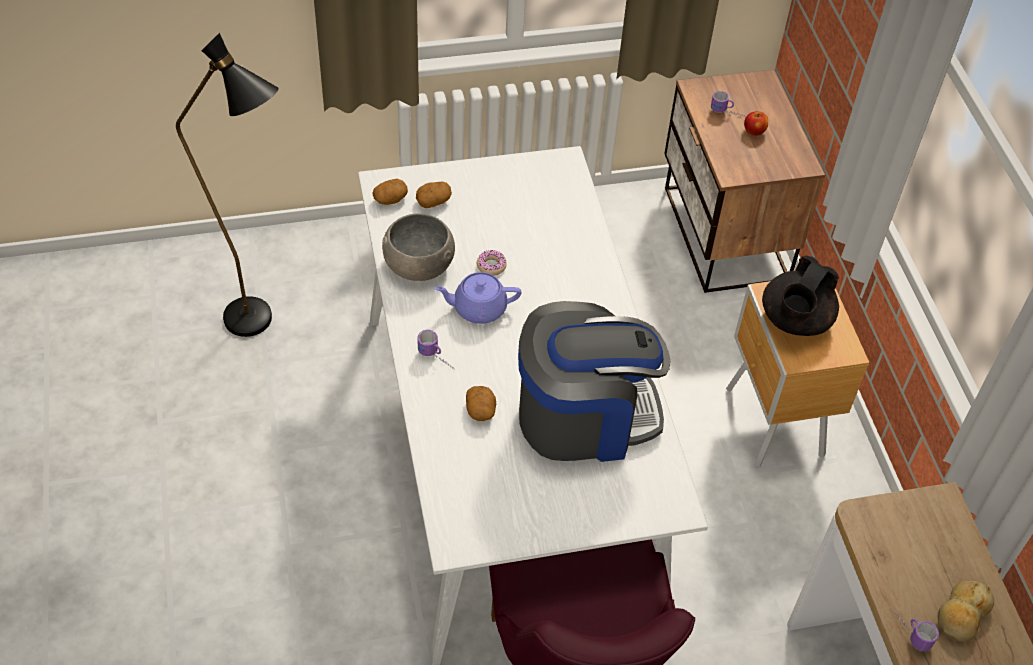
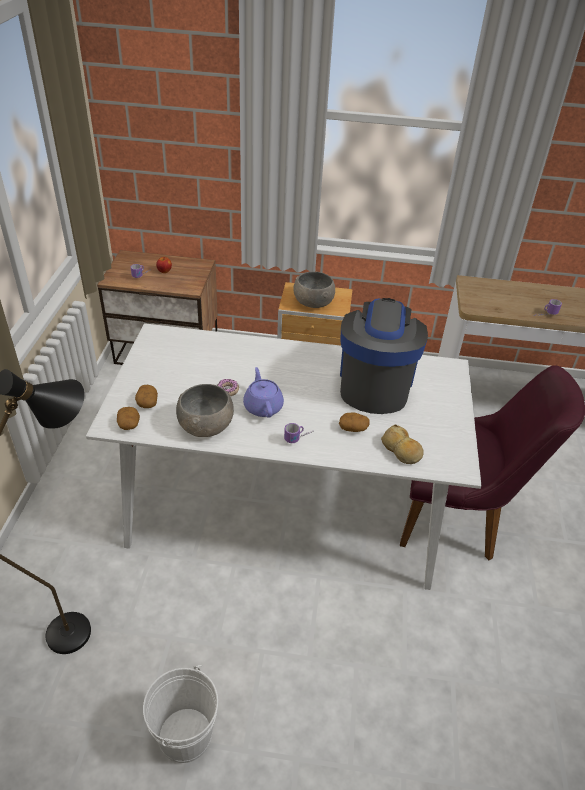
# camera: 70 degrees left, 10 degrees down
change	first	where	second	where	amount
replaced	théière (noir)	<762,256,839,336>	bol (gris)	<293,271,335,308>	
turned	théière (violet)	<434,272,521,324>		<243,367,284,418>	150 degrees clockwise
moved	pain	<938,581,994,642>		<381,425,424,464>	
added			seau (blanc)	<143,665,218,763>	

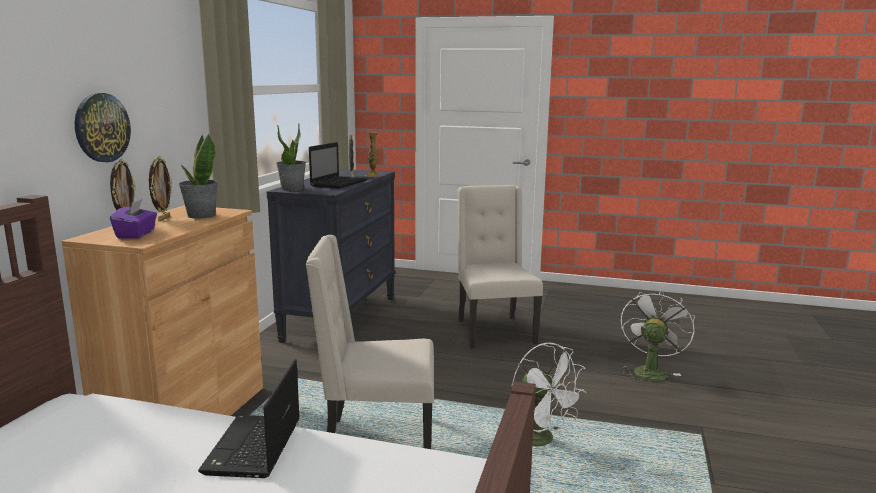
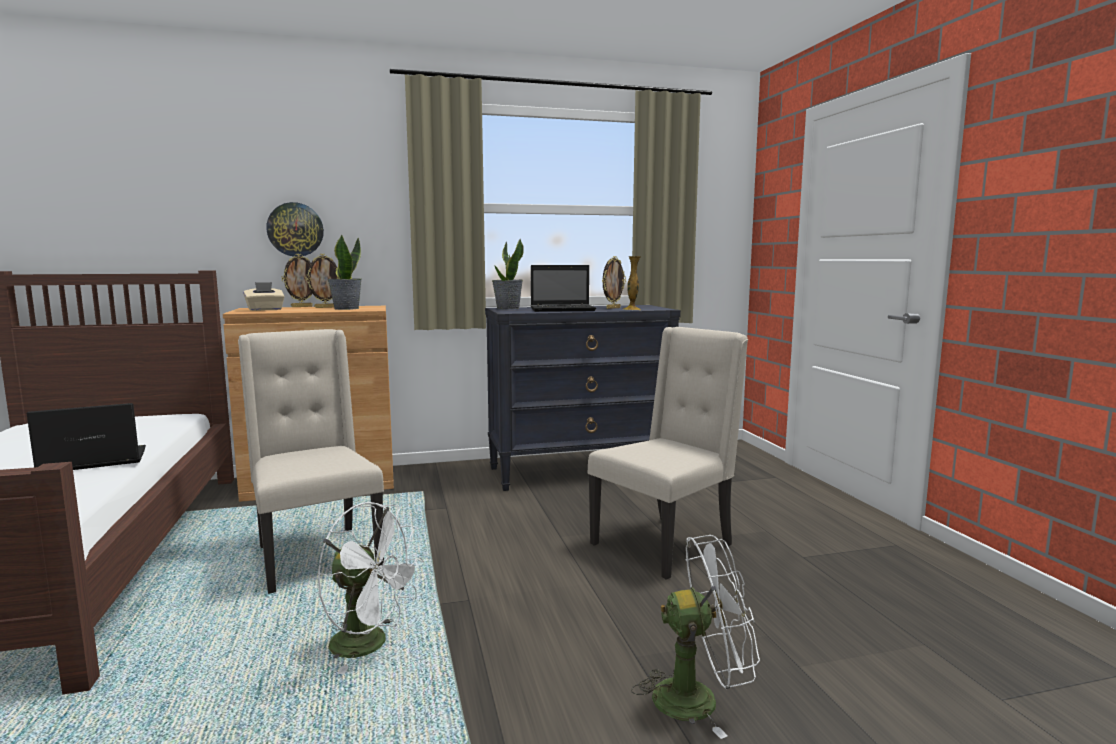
# camera: 60 degrees right, 5 degrees down
change	first	where	second	where	amount
recoloured	boîte à mouchoirs (violet)	<110,199,157,239>	boîte à mouchoirs (beige)	<243,282,285,311>	
turned	ventilateur (blanc)	<512,343,586,447>		<317,502,424,674>	90 degrees counterclockwise

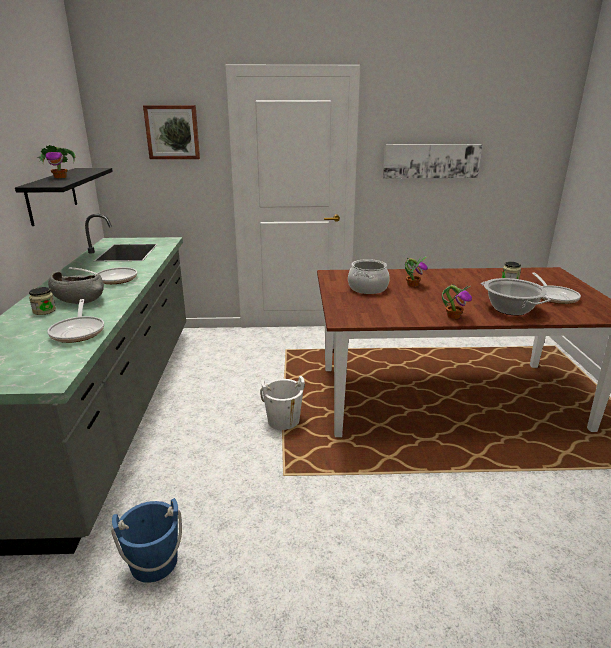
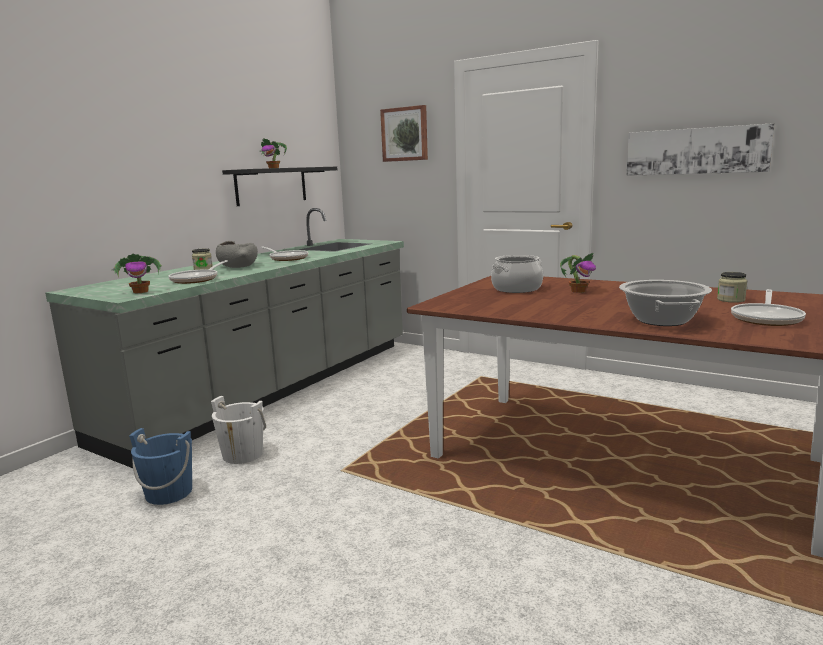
# camera: 35 degrees right, 10 degrees down
change	first	where	second	where	amount
moved	plante en pot	<442,284,472,319>		<111,254,162,293>	
moved	seau (blanc)	<260,376,305,430>		<211,396,266,464>	

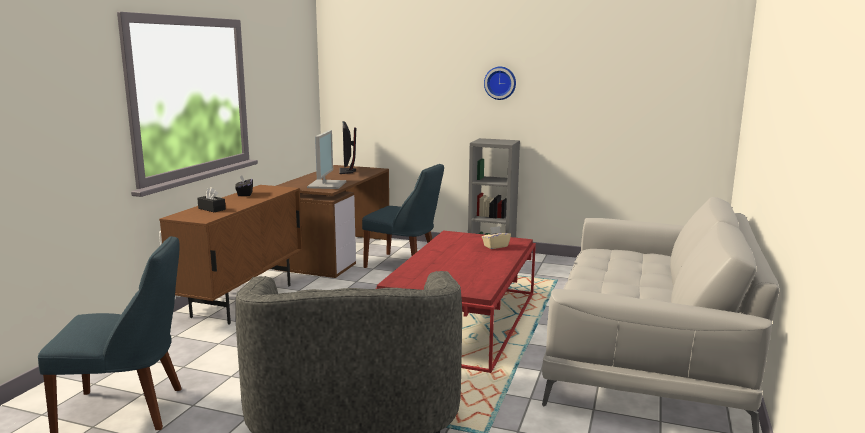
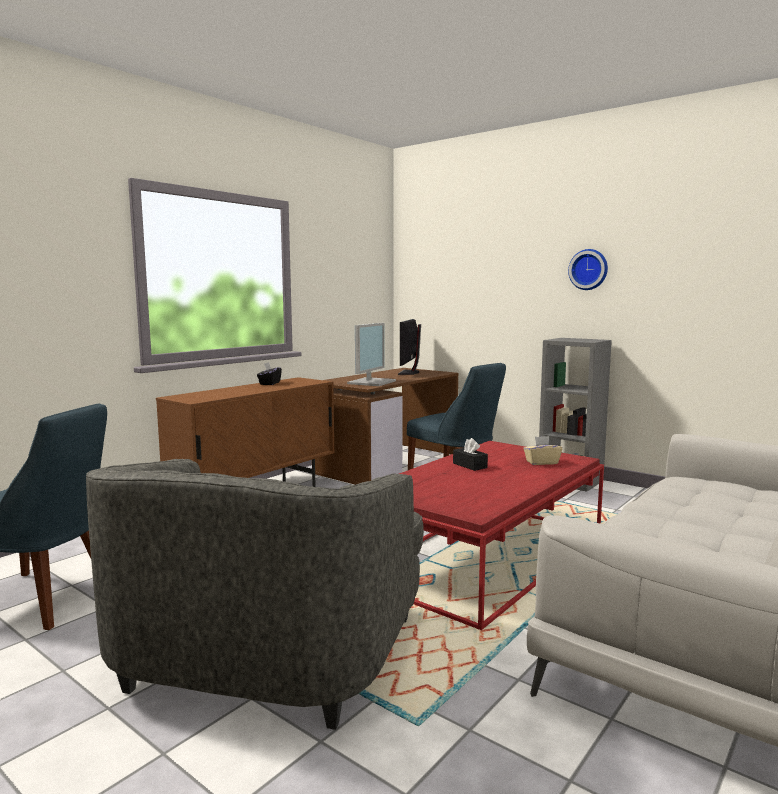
# camera: 20 degrees right, 5 degrees down
change	first	where	second	where	amount
moved	boîte à mouchoirs (noir)	<197,187,226,212>		<453,438,488,471>	

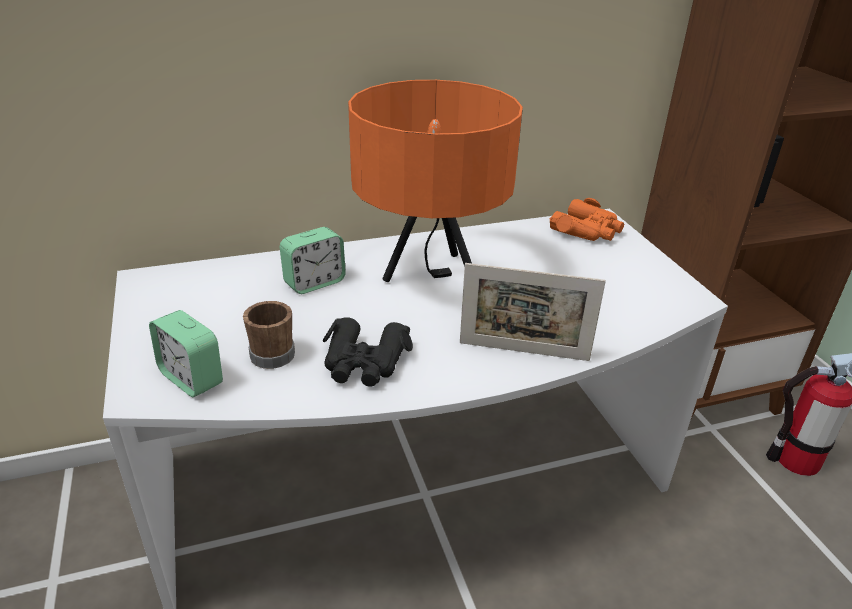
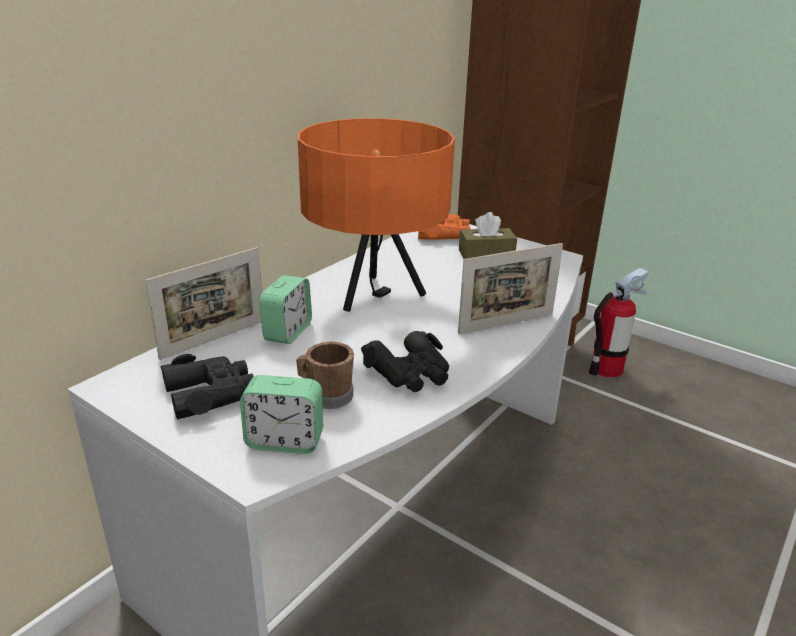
# camera: 35 degrees left, 5 degrees down
change	first	where	second	where	amount
added			boîte à mouchoirs (marron)	<459,212,517,259>	
added			cadre photo	<145,247,262,360>	
added			jumelles (noir)	<160,354,254,420>	

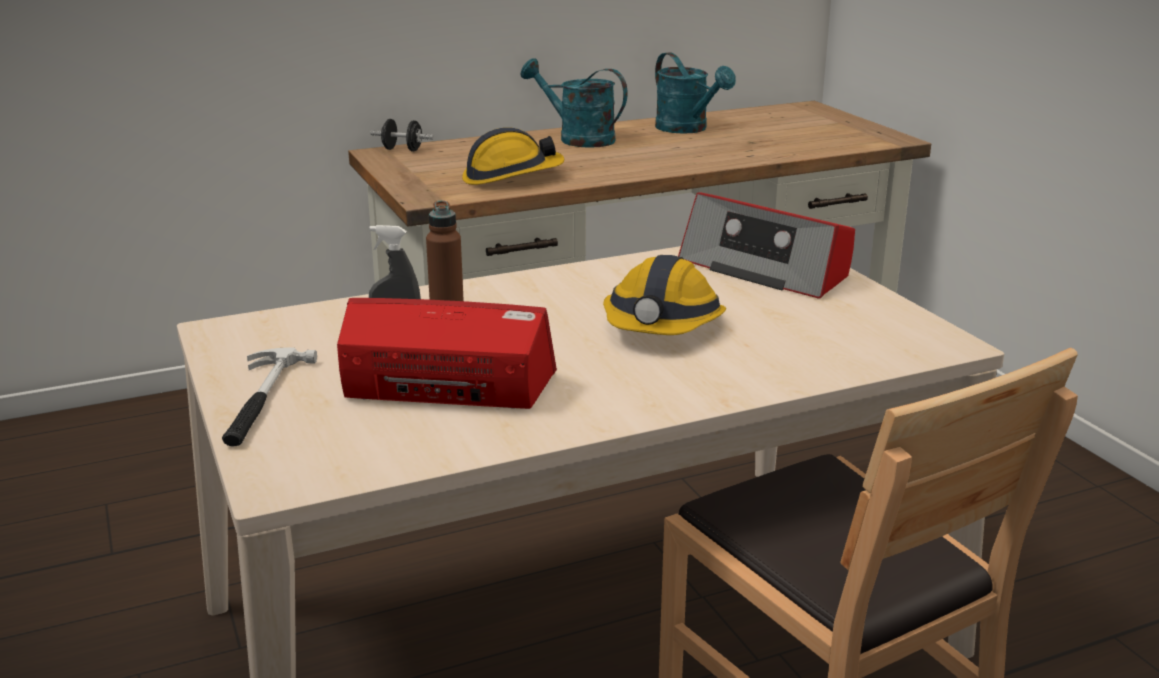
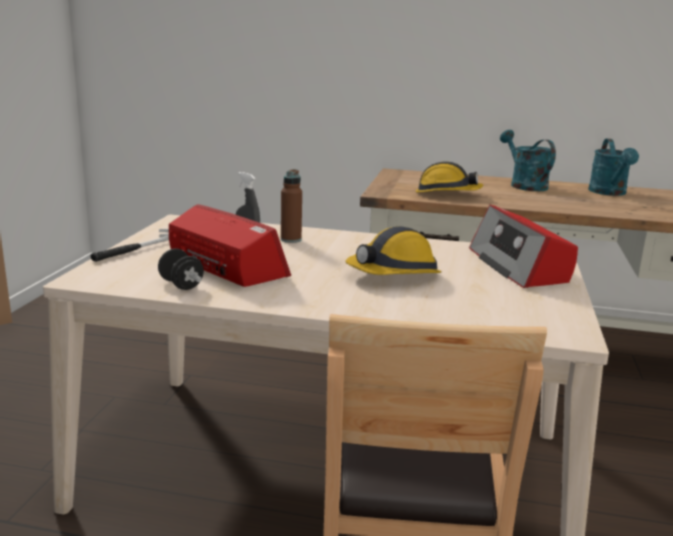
# camera: 35 degrees right, 5 degrees down
change	first	where	second	where	amount
moved	haltère (noir)	<370,119,434,152>		<158,248,204,290>	

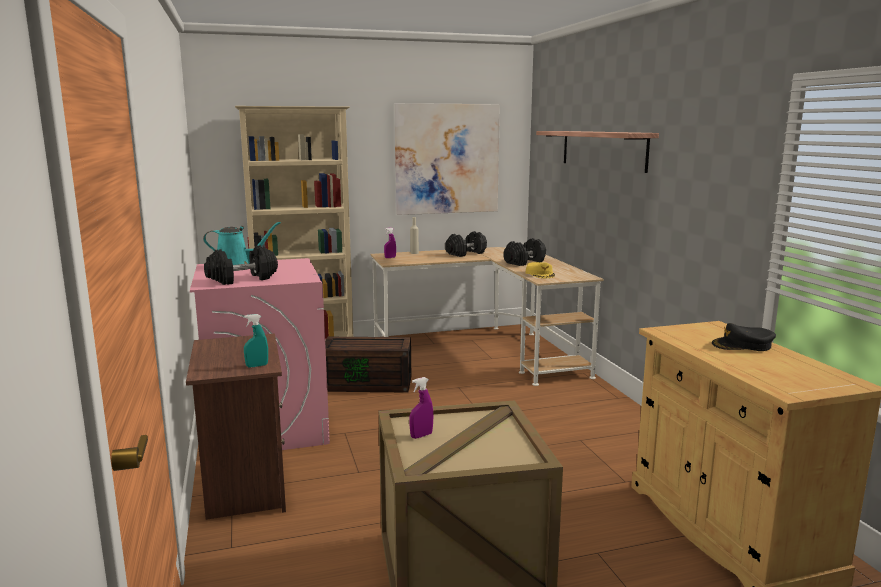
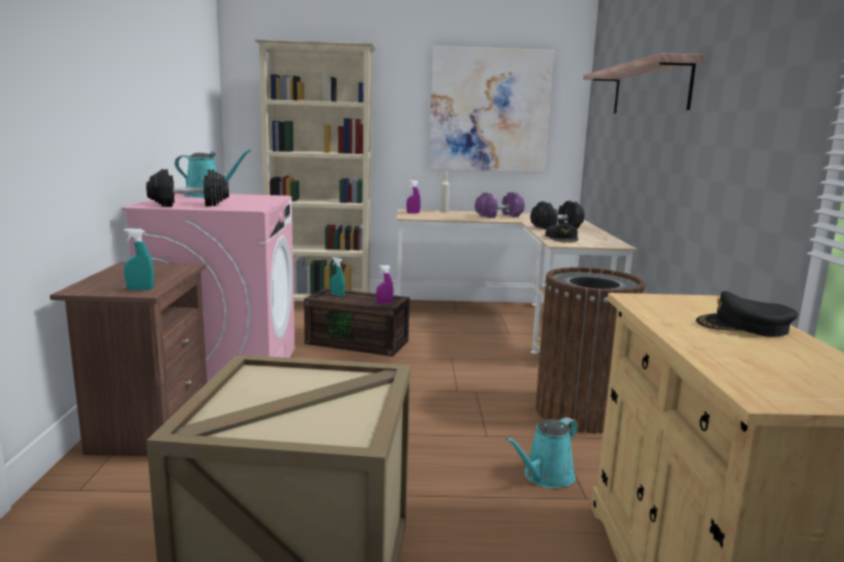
# camera: 15 degrees right, 0 degrees up
change	first	where	second	where	amount
recoloured	haltère (noir)	<445,231,487,257>	haltère (violet)	<475,192,525,218>	
recoloured	casquette (jaune)	<526,262,555,278>	casquette (noir)	<545,224,578,243>	
moved	vaporisateur (violet)	<409,377,433,439>		<376,265,393,304>	
added			vaporisateur (turquoise)	<330,257,345,296>	
added			poubelle (marron)	<536,267,646,434>	
added			arrosoir (turquoise)	<505,417,578,488>	

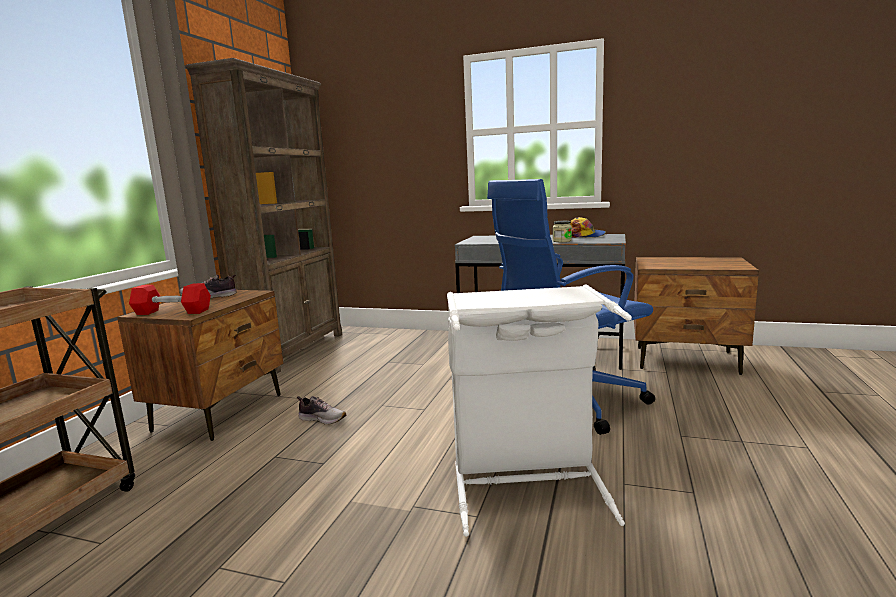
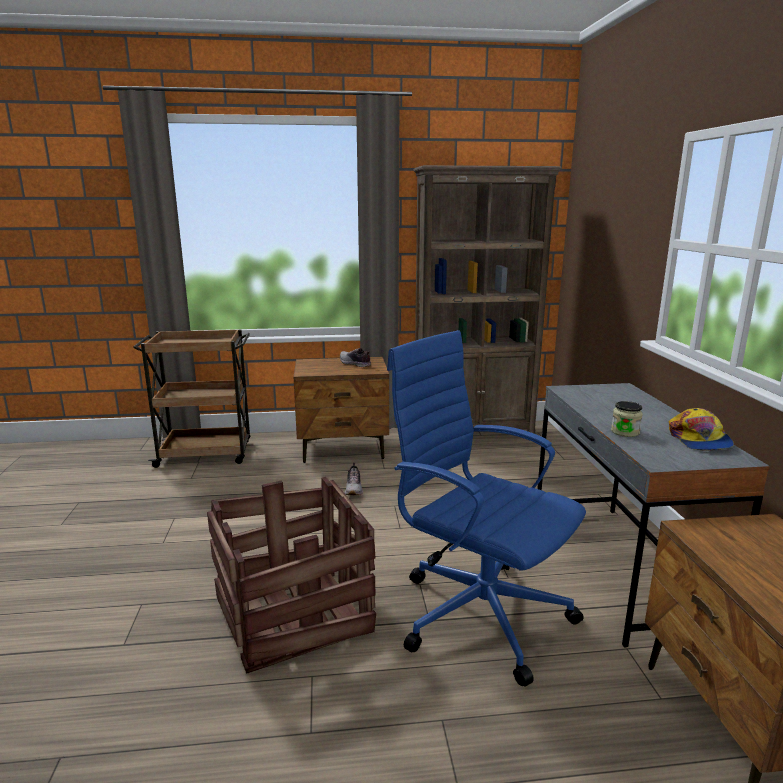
# camera: 65 degrees right, 5 degrees up
change	first	where	second	where	amount
removed	haltère (rouge)	<129,283,211,315>			
replaced	panier à linge (blanc)	<447,284,632,537>	caisse	<207,477,376,674>	

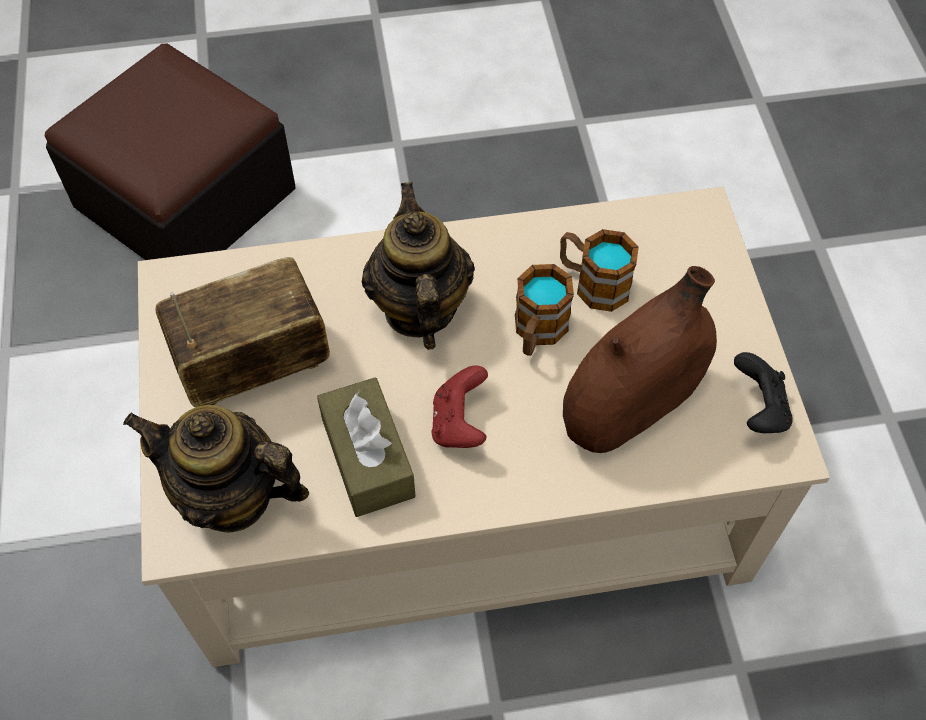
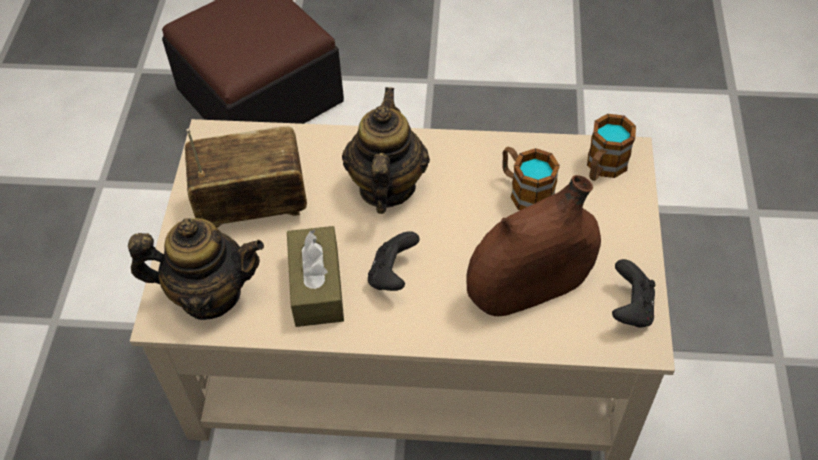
# camera: 15 degrees right, 5 degrees down
change	first	where	second	where	amount
moved	mug	<515,264,574,356>		<587,114,636,181>	
recoloured	manette (rouge)	<431,365,488,448>	manette (noir)	<368,231,420,291>	
turned	théière	<123,405,309,533>		<128,218,264,320>	150 degrees clockwise

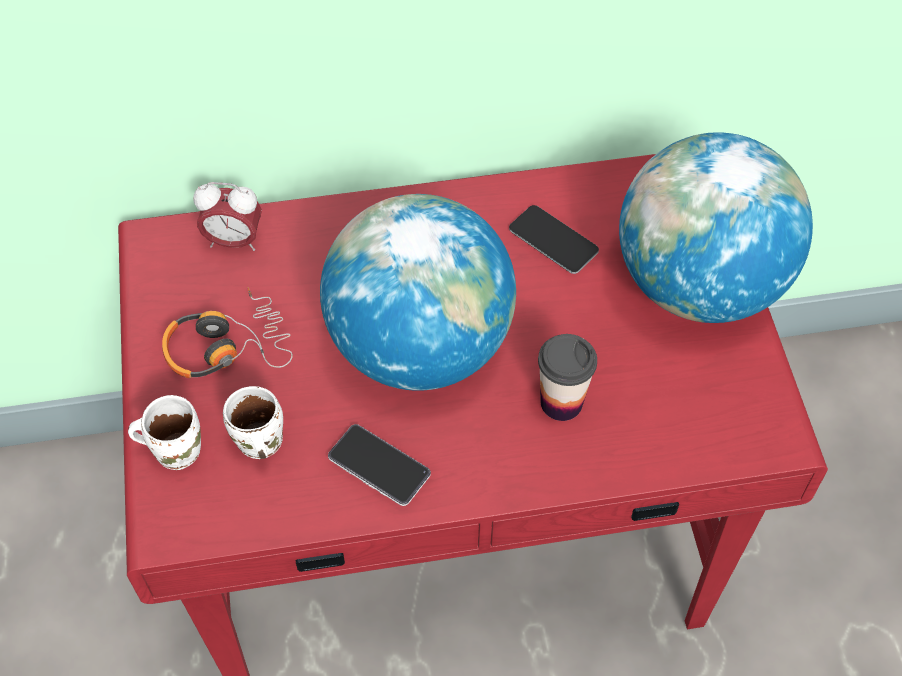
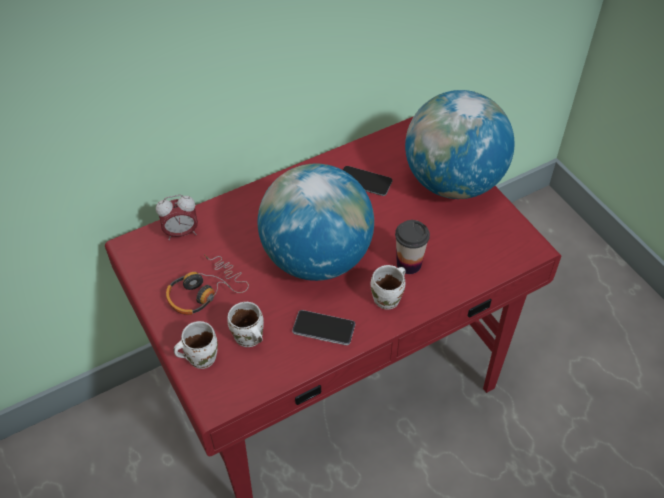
# camera: 20 degrees left, 5 degrees down
change	first	where	second	where	amount
added			mug (blanc)	<371,265,406,310>	

